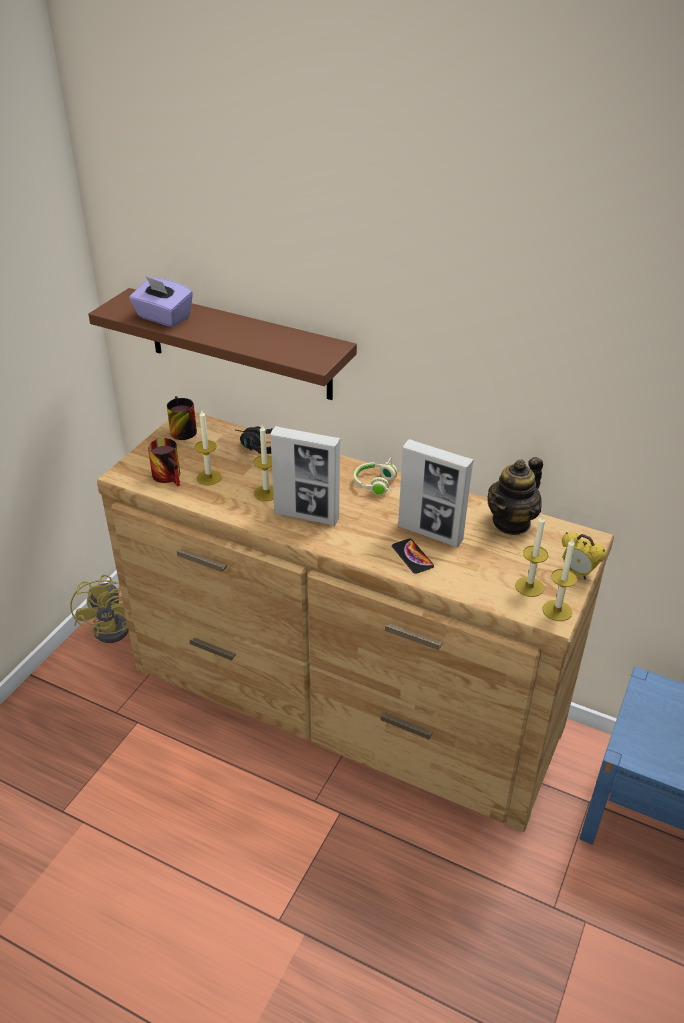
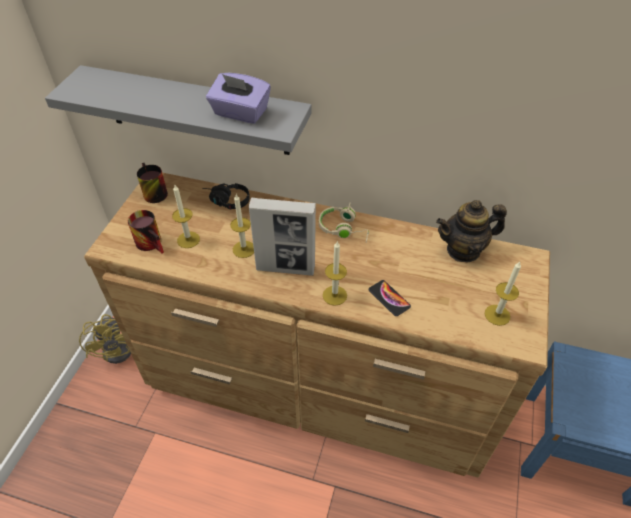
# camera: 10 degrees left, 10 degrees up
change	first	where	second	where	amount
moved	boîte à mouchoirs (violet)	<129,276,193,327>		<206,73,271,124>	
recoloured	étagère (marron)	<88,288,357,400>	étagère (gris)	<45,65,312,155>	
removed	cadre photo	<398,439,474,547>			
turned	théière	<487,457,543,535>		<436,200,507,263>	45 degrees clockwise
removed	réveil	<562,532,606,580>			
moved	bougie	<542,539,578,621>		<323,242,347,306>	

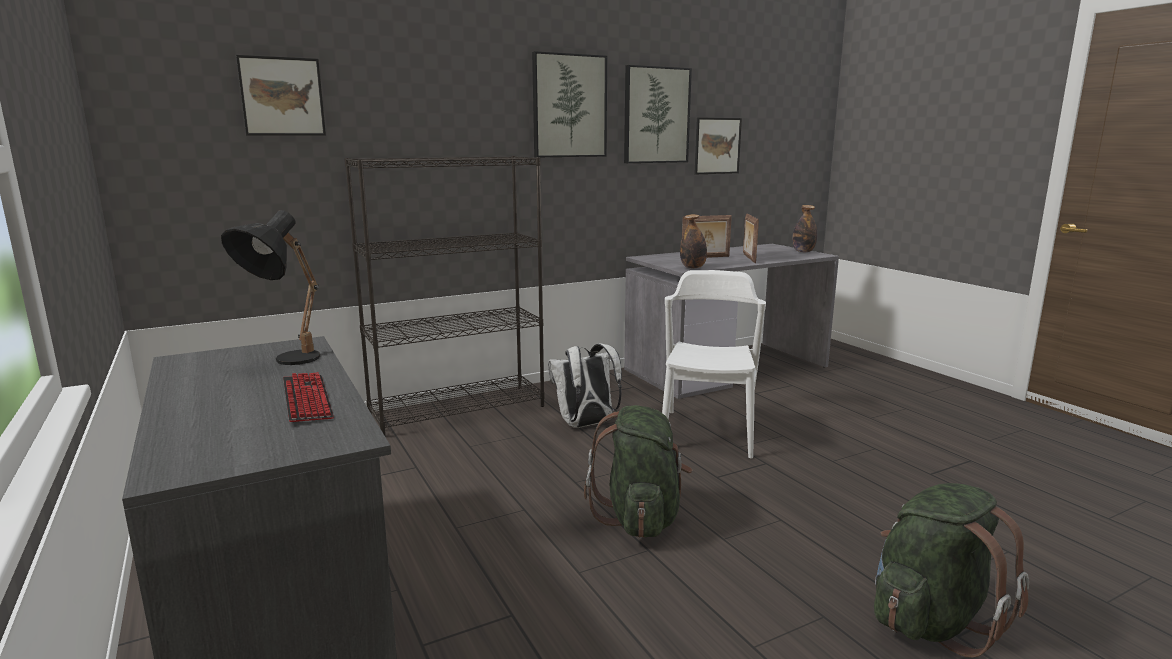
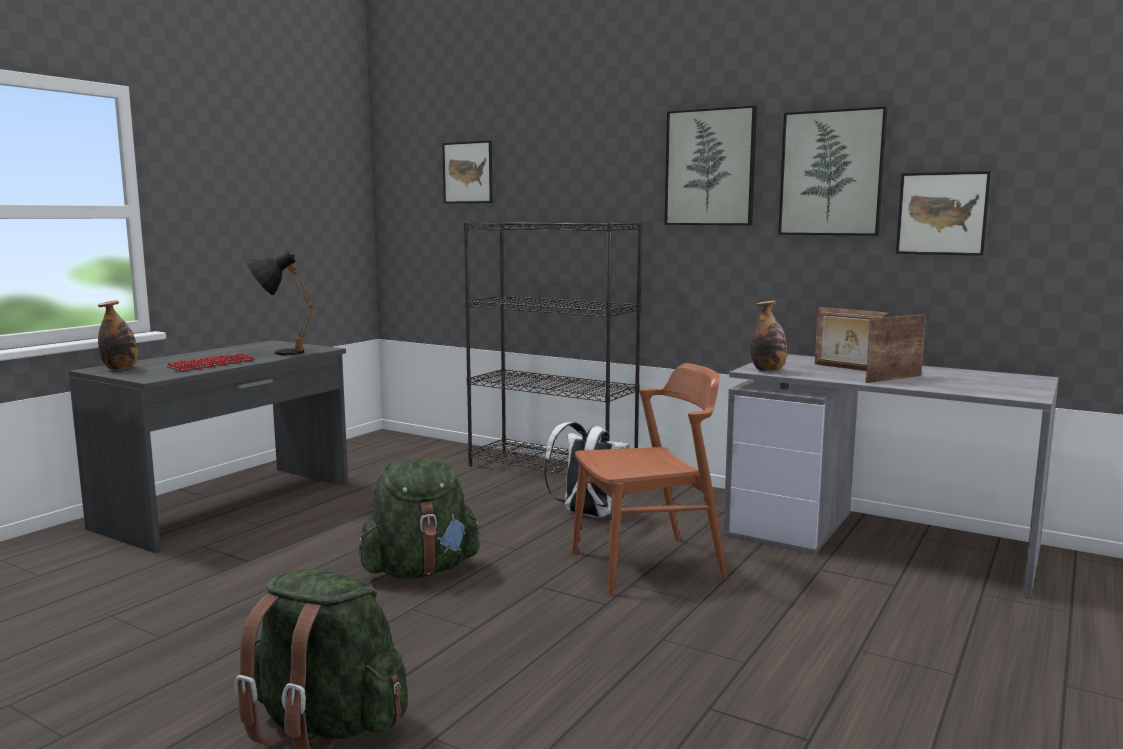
# camera: 60 degrees right, 5 degrees down
change	first	where	second	where	amount
moved	bouteille	<792,205,817,252>		<98,301,138,370>	
recoloured	chaise (blanc)	<662,270,766,458>	chaise (marron)	<572,363,727,596>	

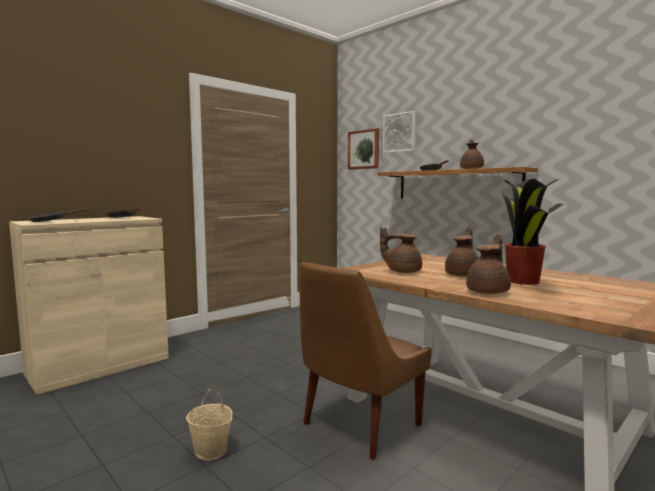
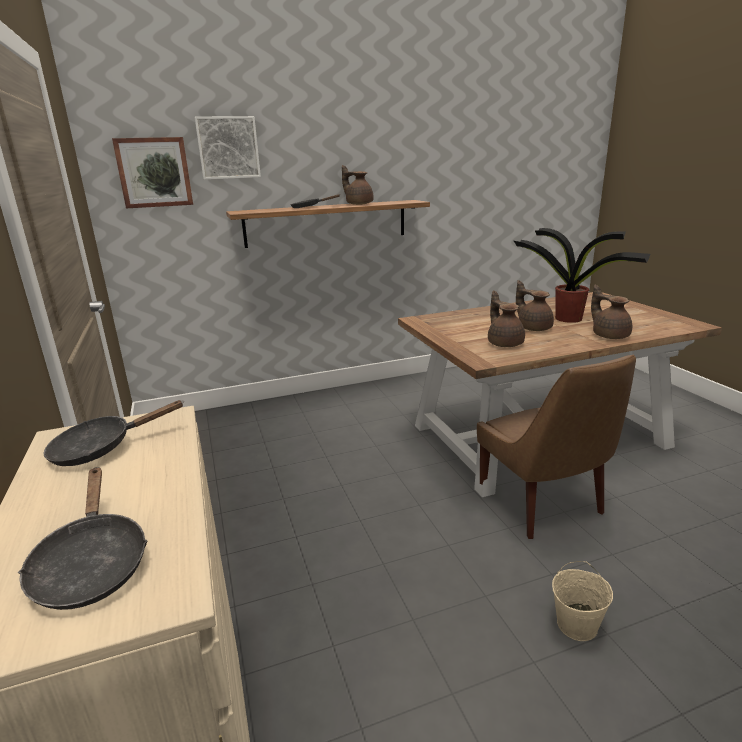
# camera: 65 degrees left, 15 degrees up
change	first	where	second	where	amount
turned	théière (marron)	<380,226,422,273>		<488,291,525,347>	120 degrees clockwise

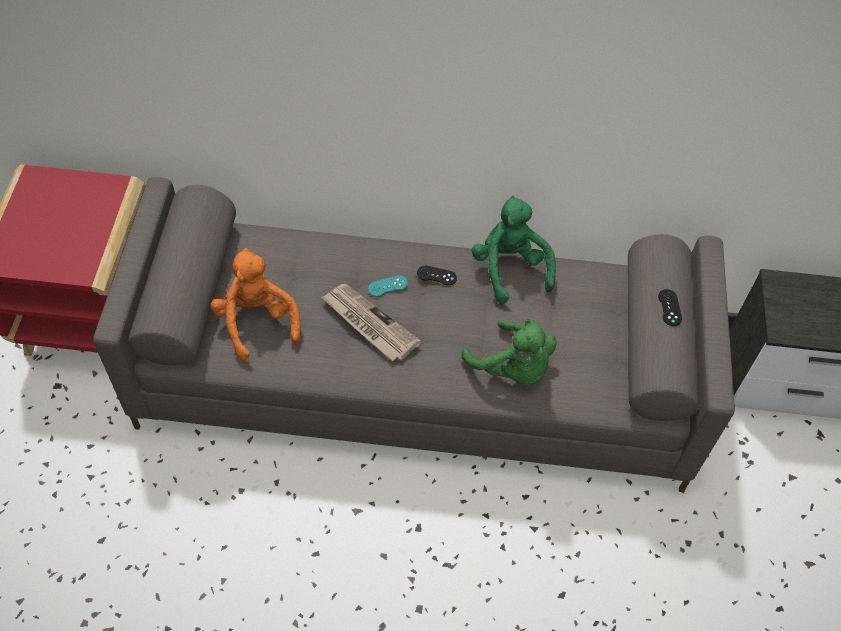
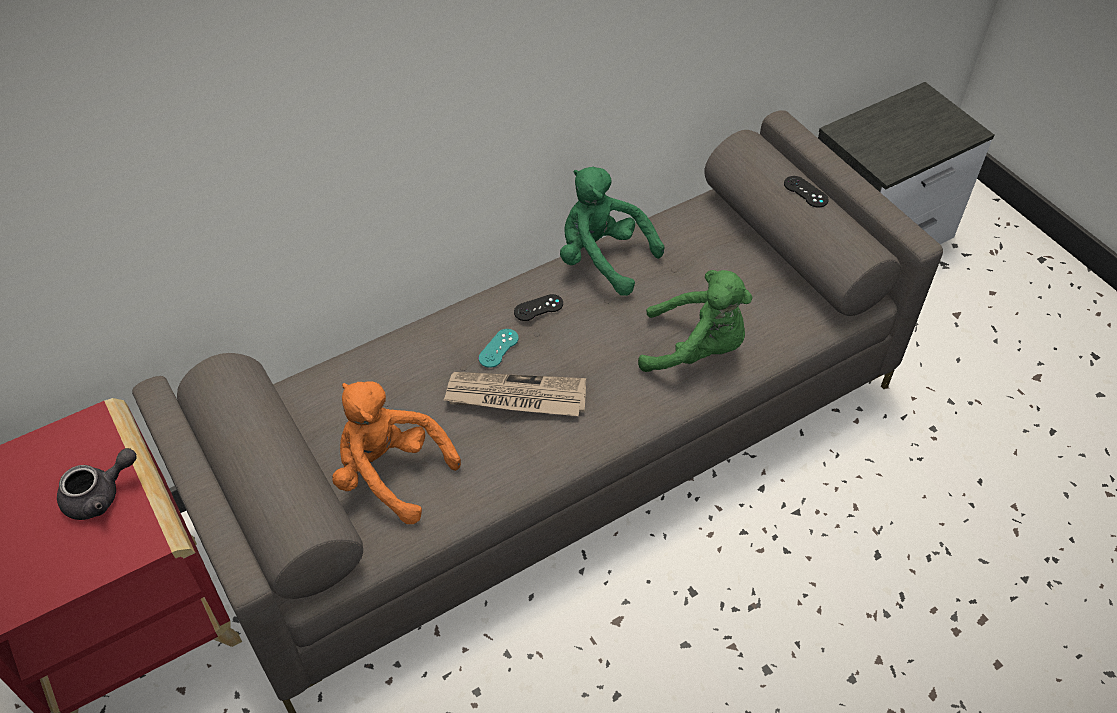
# camera: 35 degrees left, 5 degrees down
change	first	where	second	where	amount
added			théière (gris)	<57,448,137,520>	

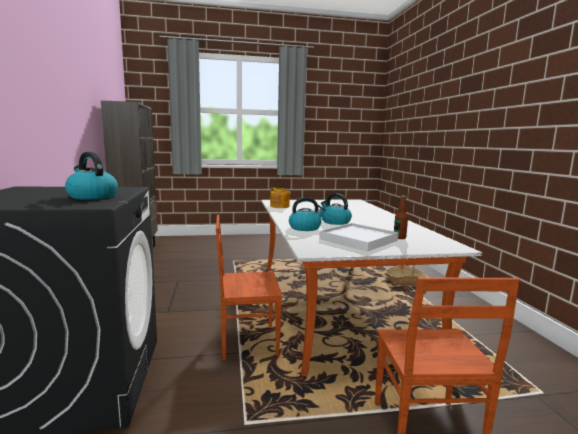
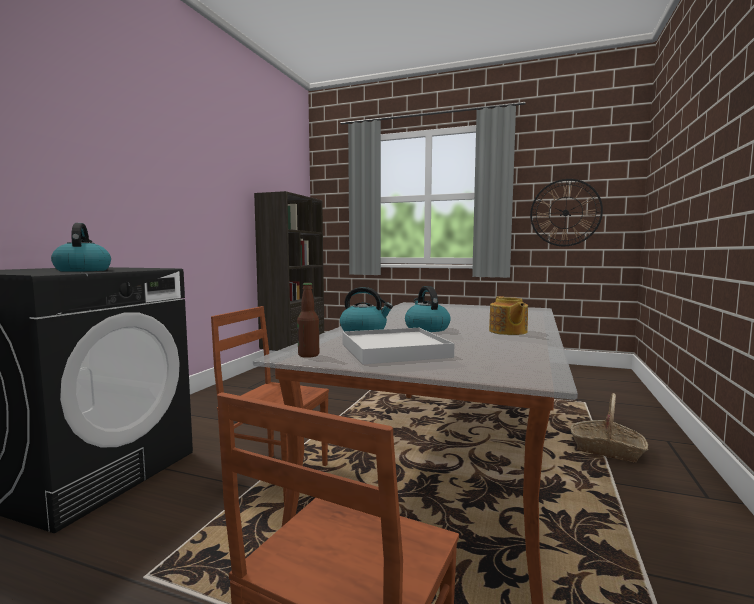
# camera: 30 degrees right, 5 degrees down
change	first	where	second	where	amount
moved	théière	<270,188,291,208>		<489,296,528,335>	
moved	bouteille	<394,196,408,239>		<297,283,319,358>	
added			horloge murale	<530,179,603,246>	

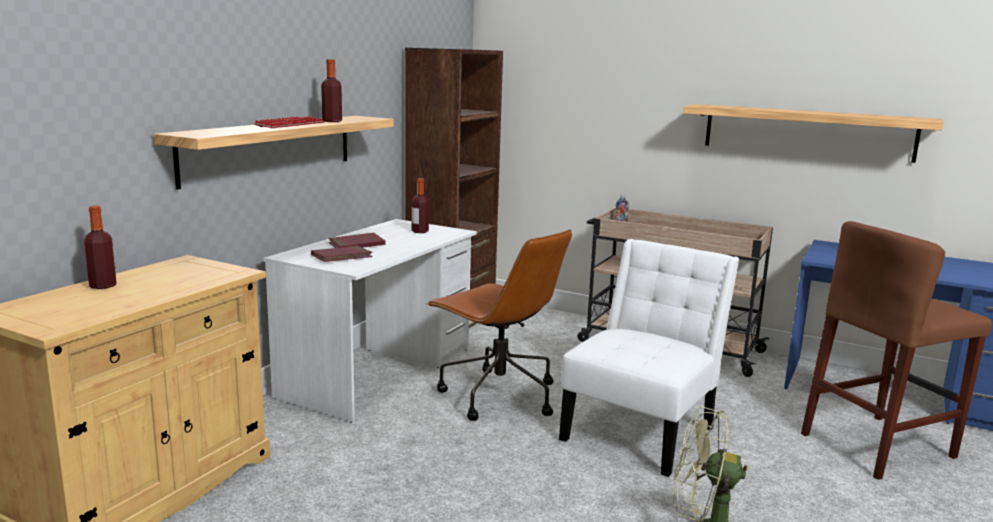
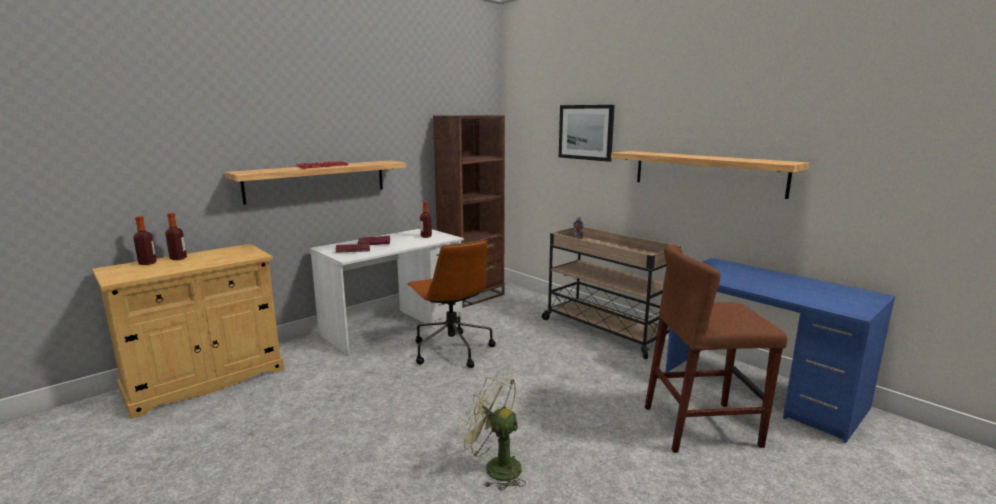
# camera: 20 degrees right, 0 degrees up
change	first	where	second	where	amount
moved	bouteille	<321,59,342,122>		<133,216,157,265>	
removed	chaise (blanc)	<559,239,739,477>			
added			tableau	<559,105,615,162>	

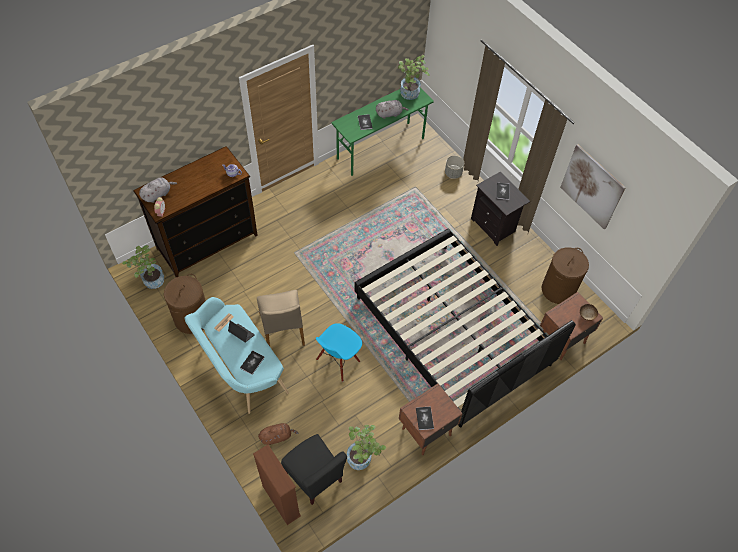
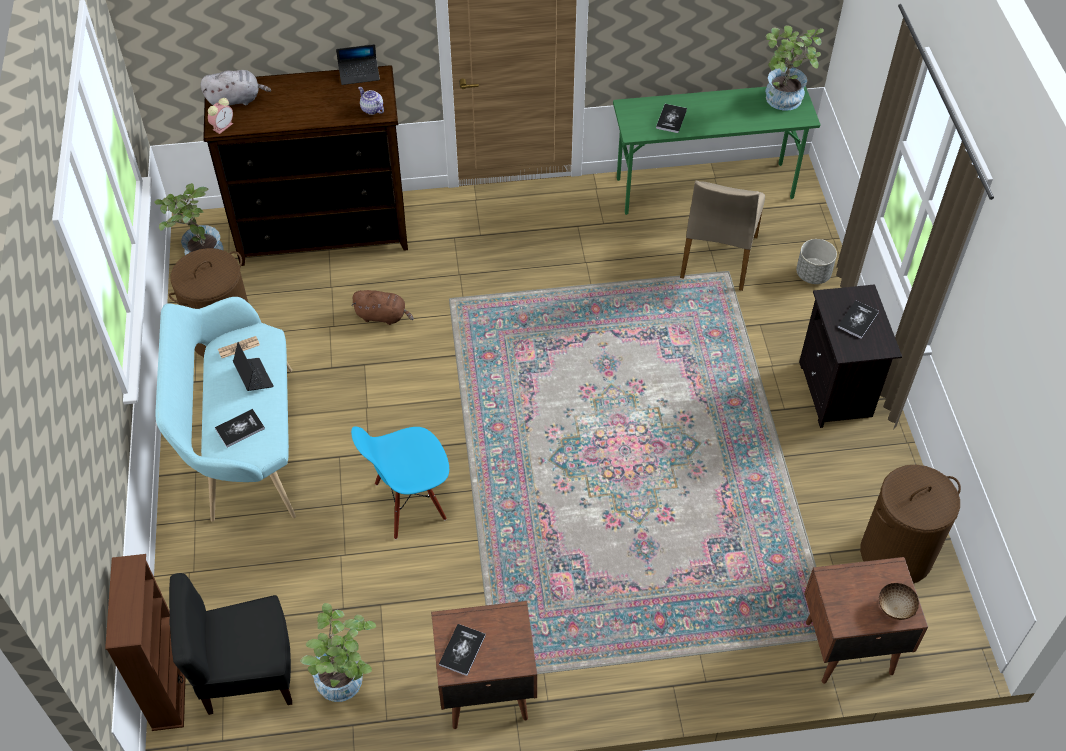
# camera: 30 degrees right, 5 degrees down
change	first	where	second	where	amount
removed	peluche (gris)	<376,100,409,119>			
removed	tableau	<560,144,626,230>			
removed	lit (noir)	<354,228,576,428>			
moved	chaise (beige)	<257,290,305,346>		<680,180,765,291>	
moved	peluche (marron)	<258,423,299,445>		<351,290,414,325>	
turned	chaise (noir)	<281,434,347,505>		<169,573,292,715>	90 degrees clockwise
added			ordinateur portable	<336,44,380,85>	

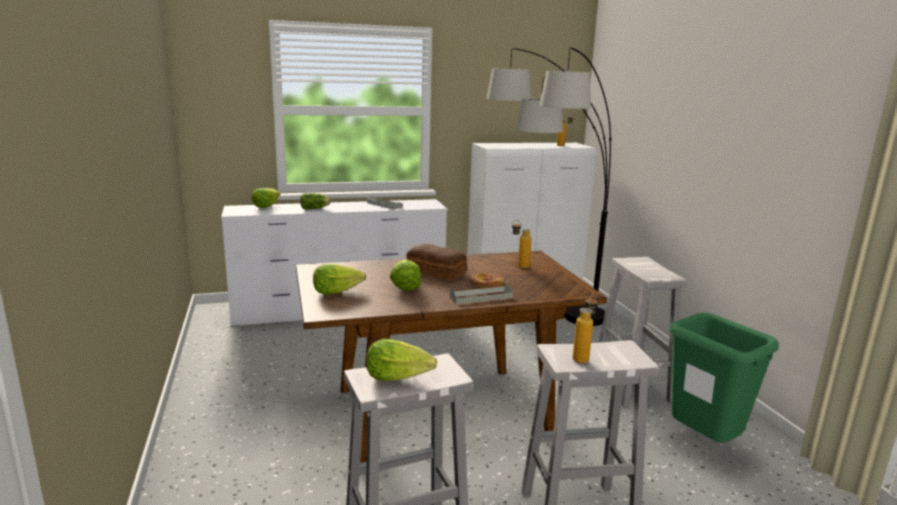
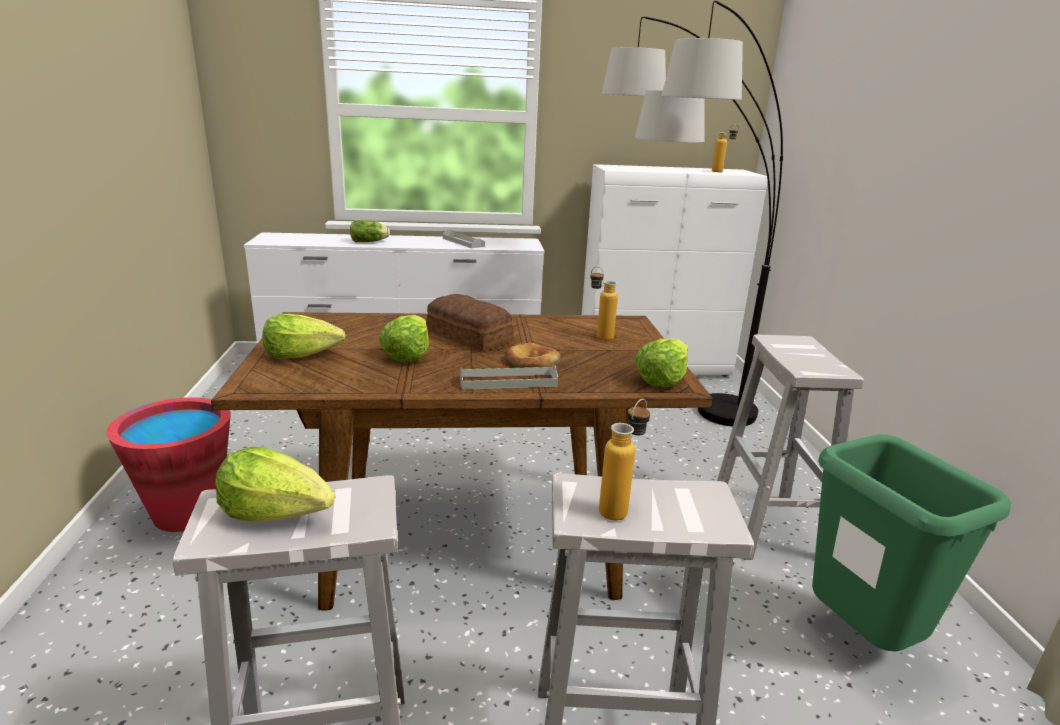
# camera: 10 degrees right, 5 degrees up
change	first	where	second	where	amount
moved	laitue	<251,188,281,208>		<635,339,688,387>	
added			seau (rouge)	<106,397,231,532>	

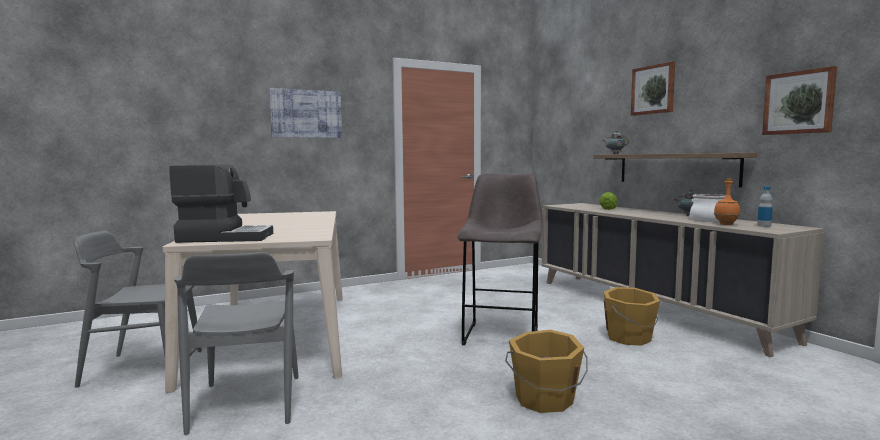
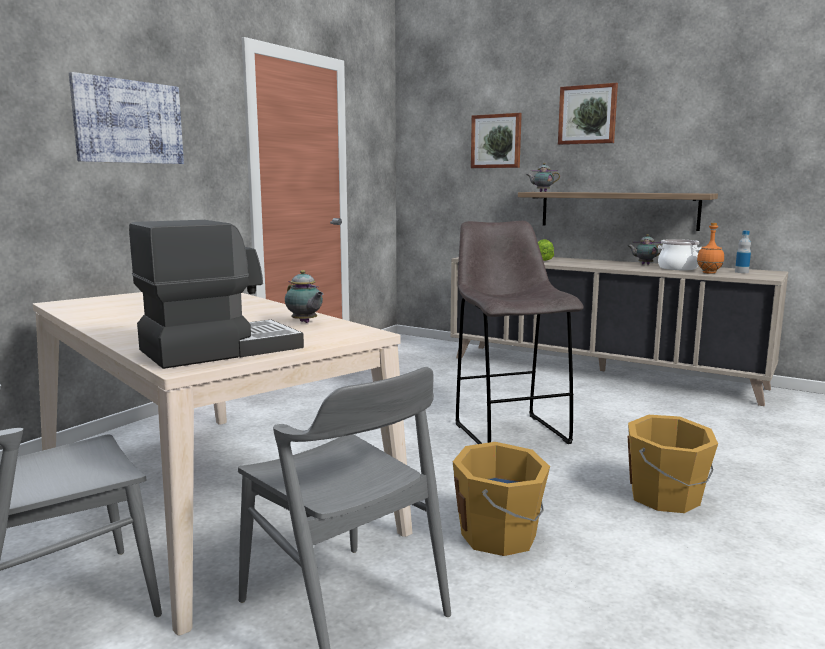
# camera: 30 degrees left, 5 degrees up
change	first	where	second	where	amount
moved	tableau	<762,66,837,135>		<471,113,522,168>	
moved	seau (orange)	<604,287,660,346>		<453,442,550,556>	
added			théière	<285,270,323,323>	

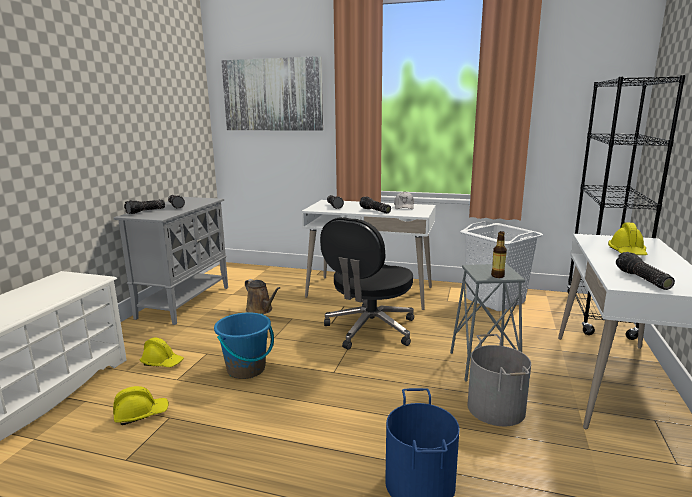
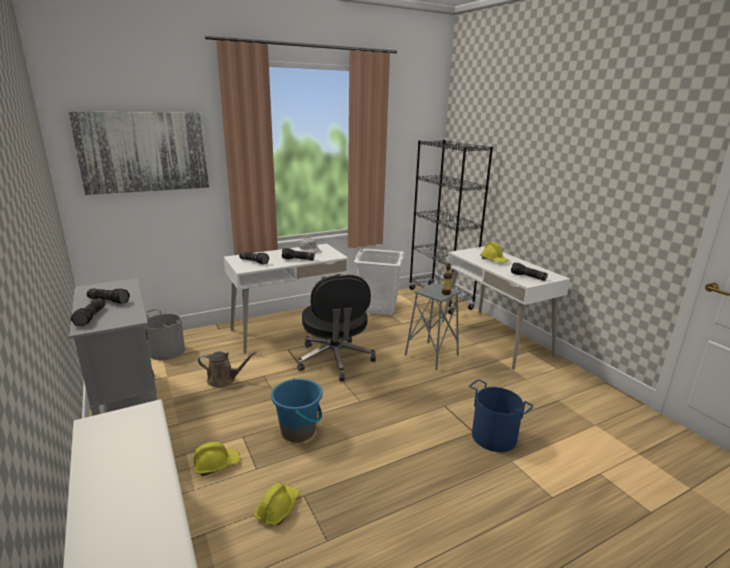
# camera: 45 degrees left, 5 degrees up
change	first	where	second	where	amount
moved	seau (gris)	<468,334,531,426>		<145,308,185,360>	

